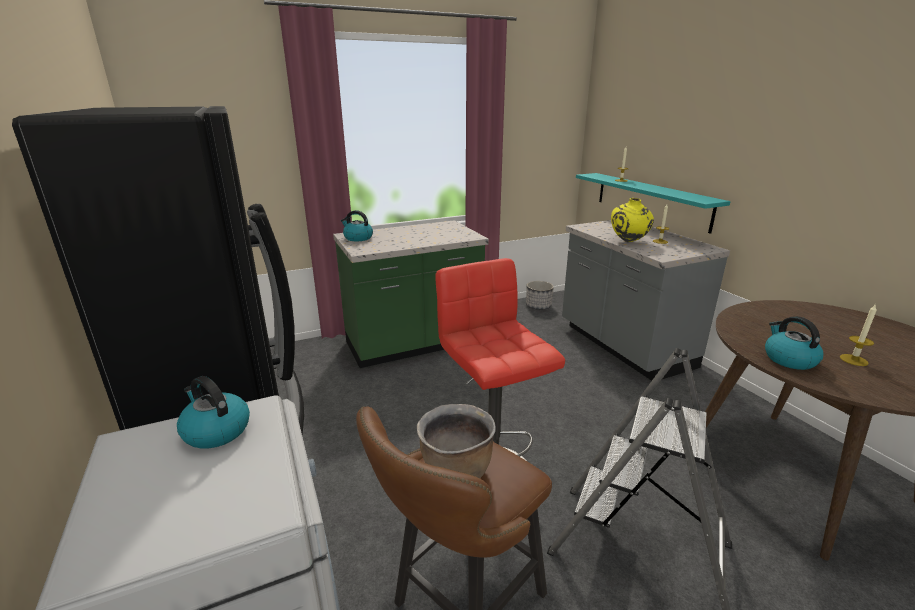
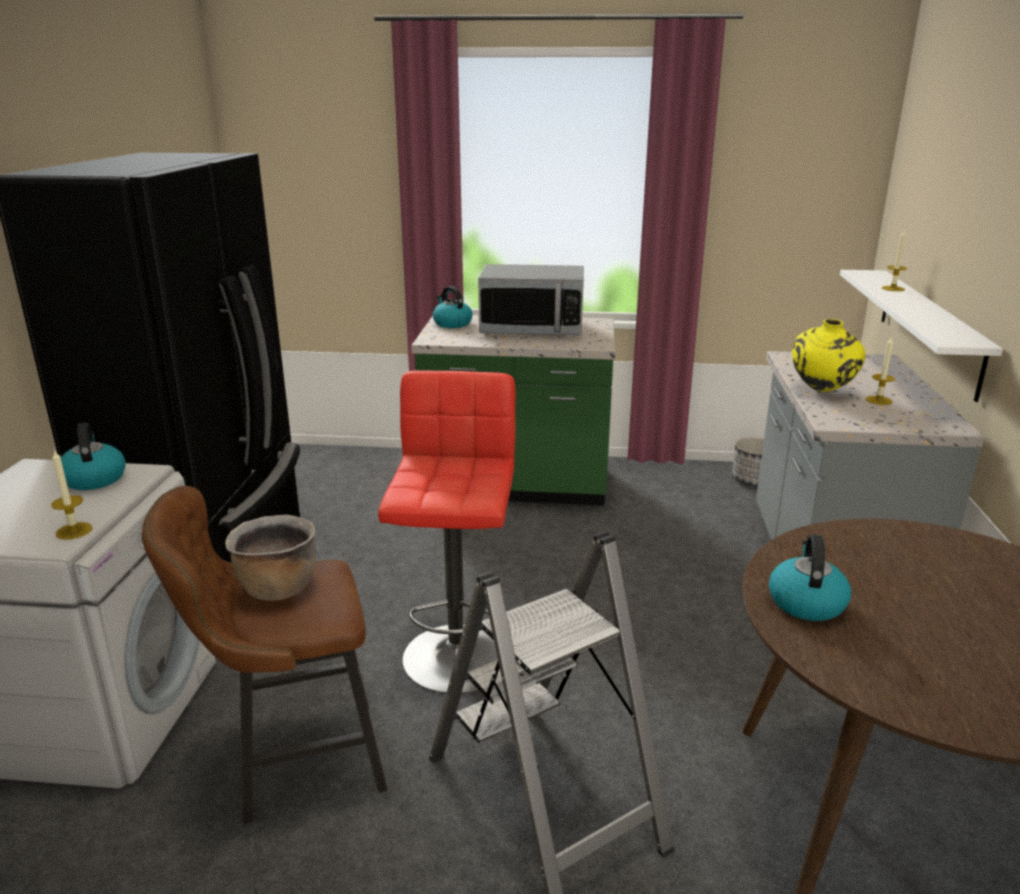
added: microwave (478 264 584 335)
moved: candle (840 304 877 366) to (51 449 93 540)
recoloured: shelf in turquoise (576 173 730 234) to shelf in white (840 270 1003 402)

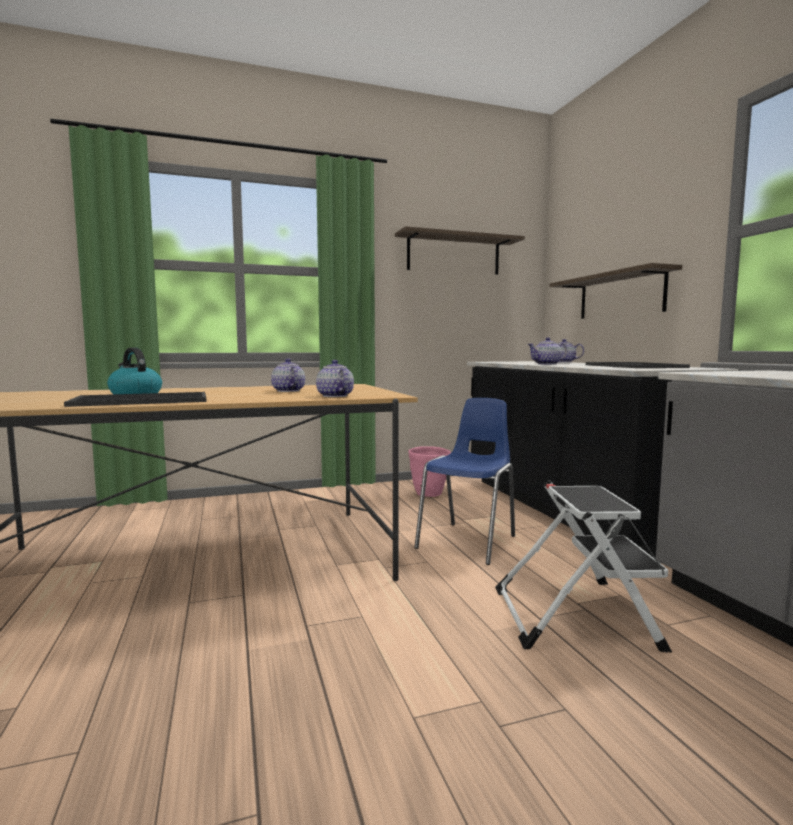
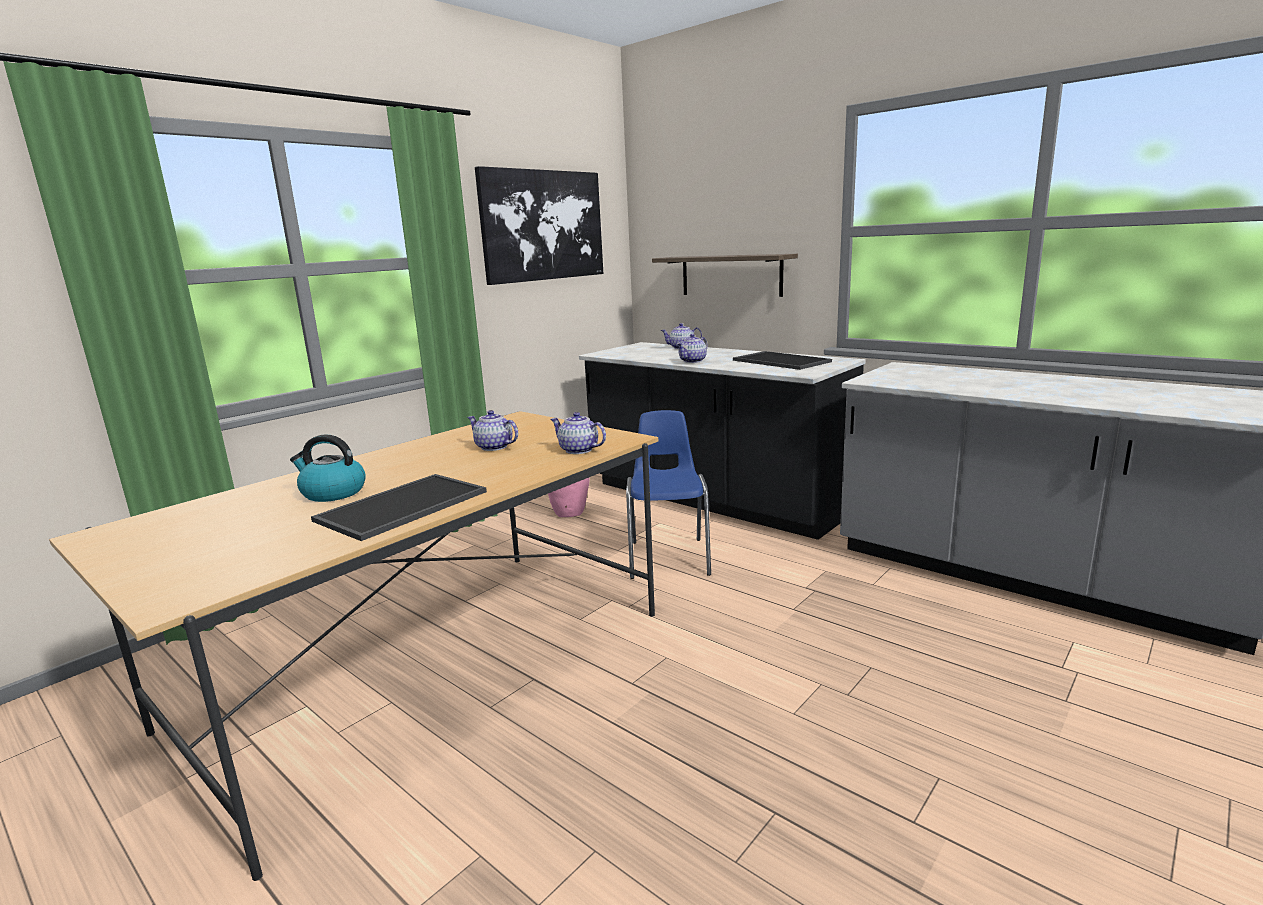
removed: step ladder (495 480 672 653)
replaced: shelf (395 226 525 274) to picture (475 166 603 285)

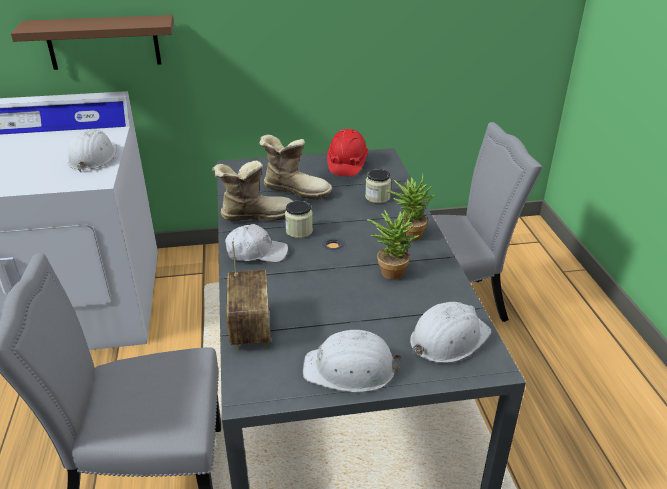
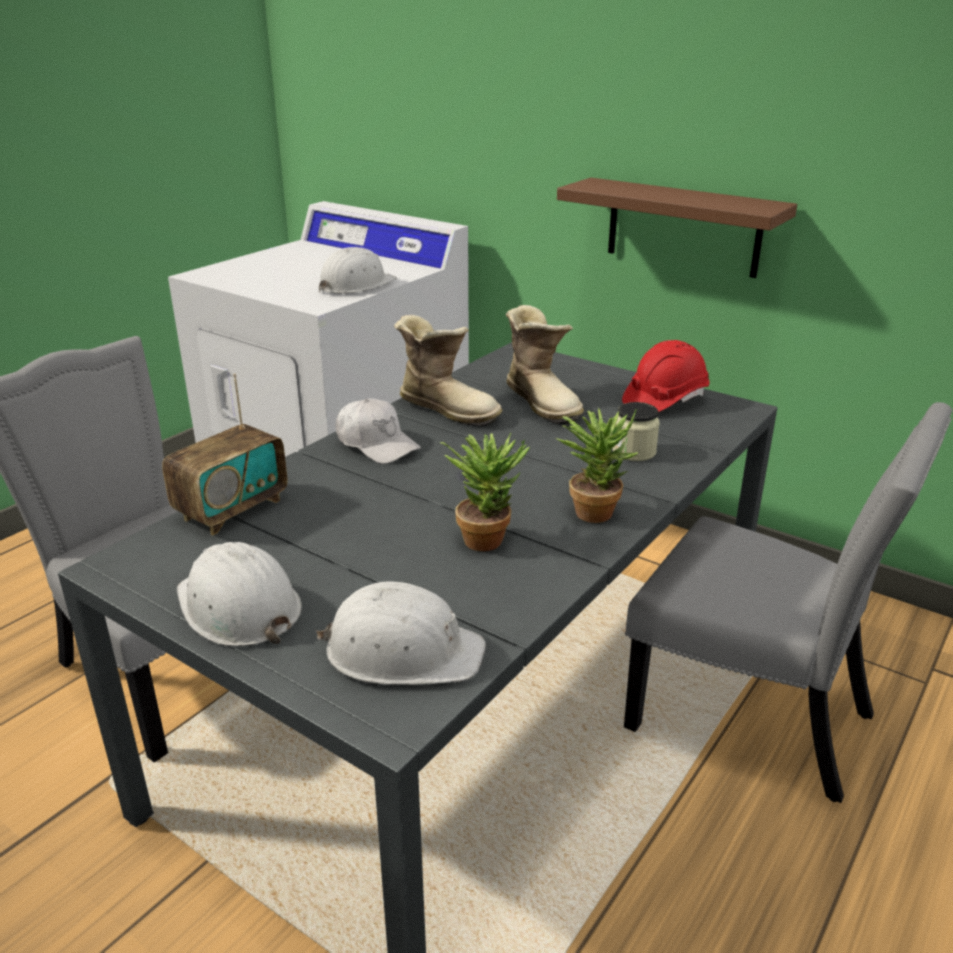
removed: jar (285 201 313 238)
moved: shelf in brown (11 15 174 70) to (557 178 797 278)

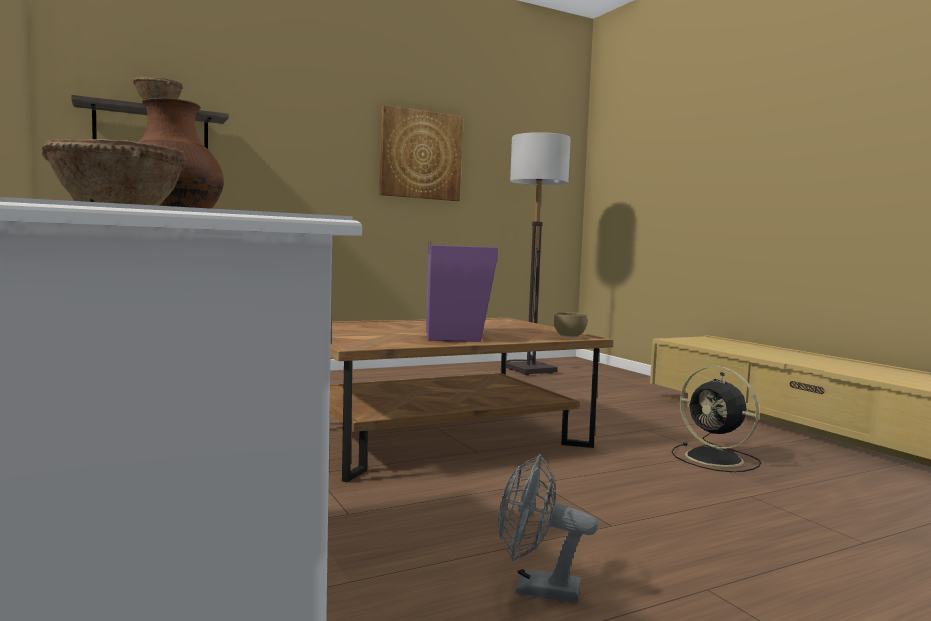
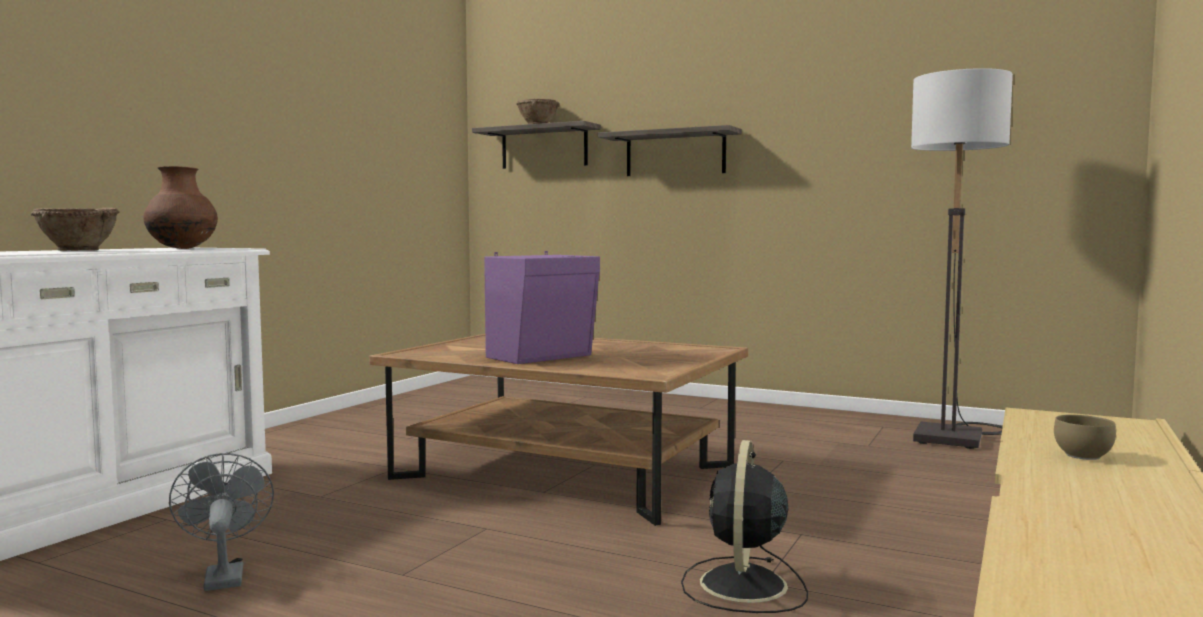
removed: picture (379 105 463 201)
added: shelf (598 125 742 176)
moved: bowl in brown (554 312 587 337) to (1054 415 1116 460)

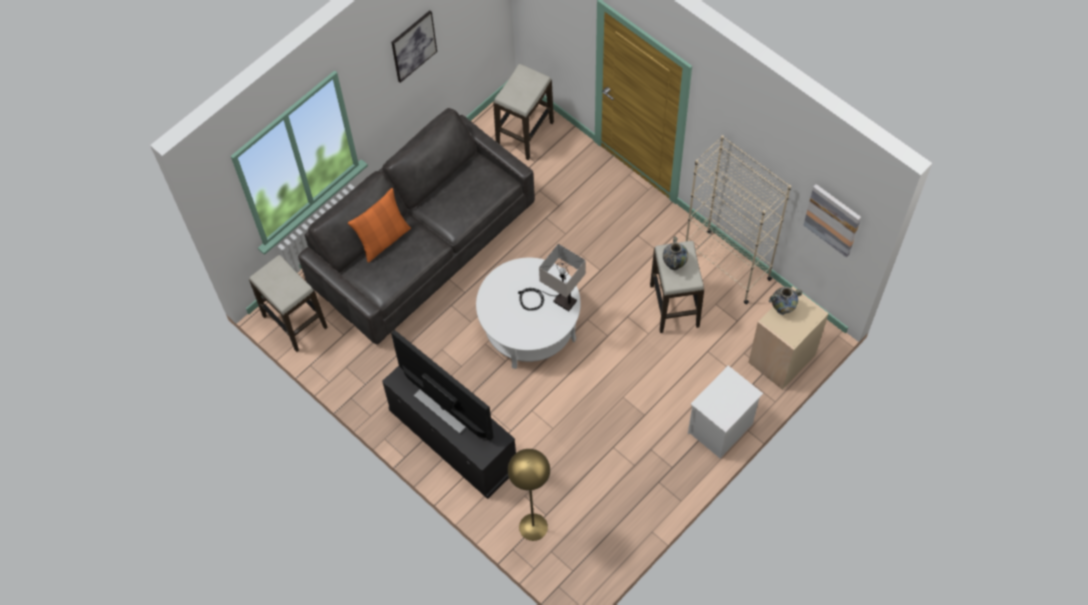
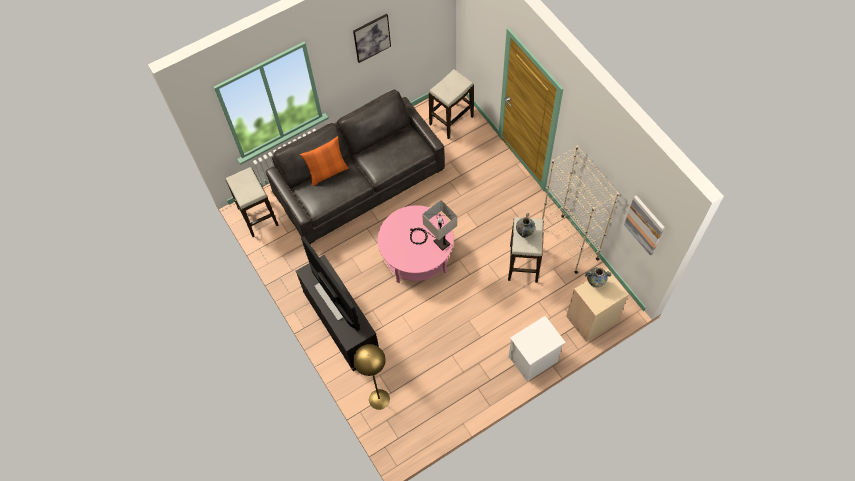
recoloured: coffee table in white (476 258 581 369) to coffee table in pink (378 205 454 283)

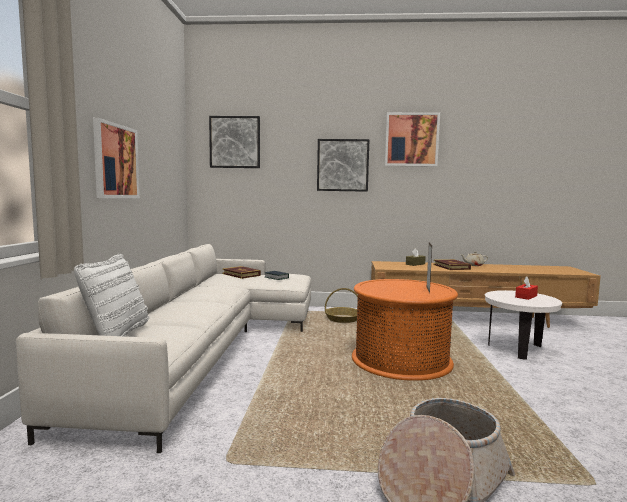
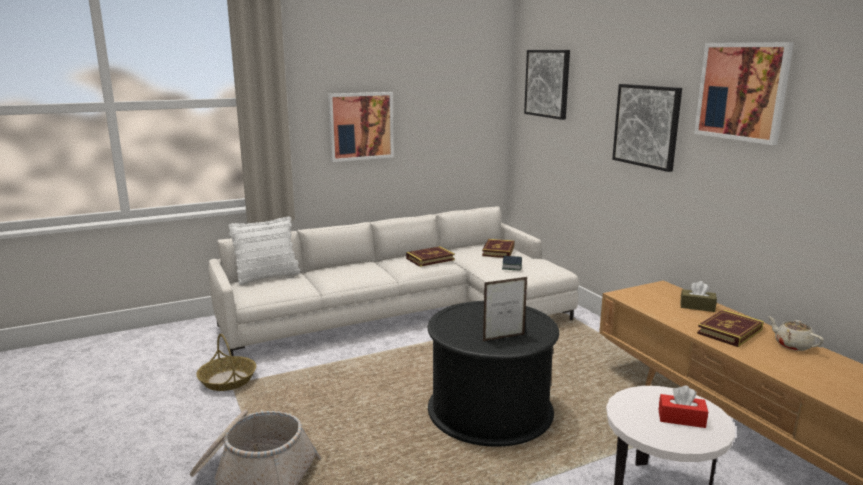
added: book (406 246 455 267)
moved: basket (325 288 358 323) to (196 334 256 391)
recoloured: coffee table in orange (352 279 458 381) to coffee table in black (428 301 559 447)

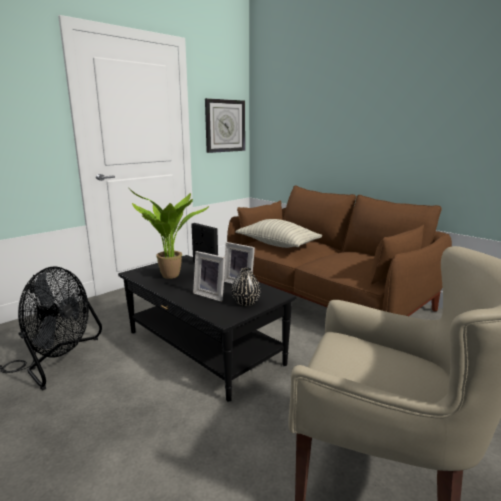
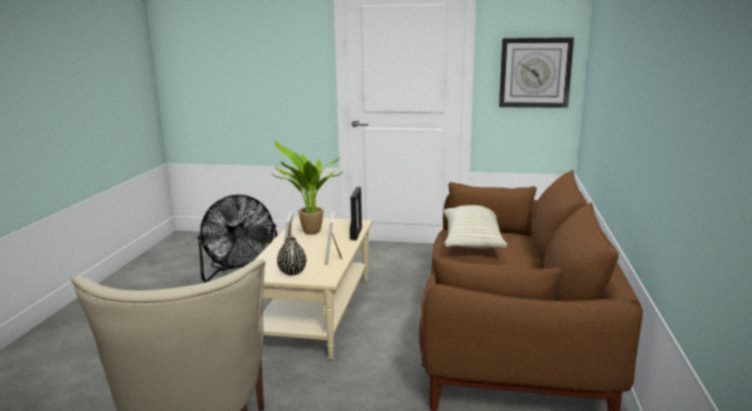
recoloured: coffee table in black (118 255 297 402) to coffee table in beige (255 217 373 360)

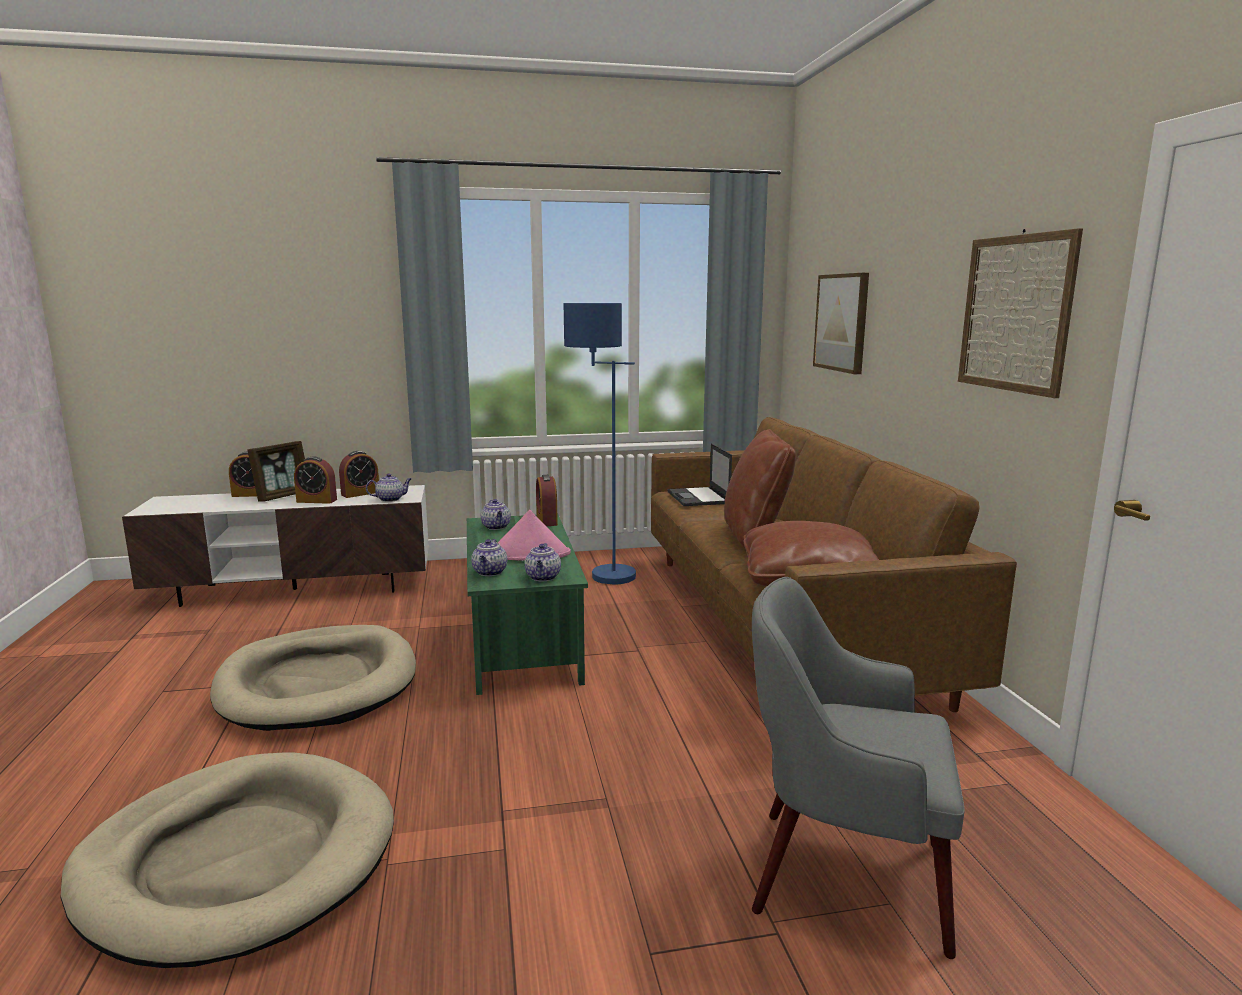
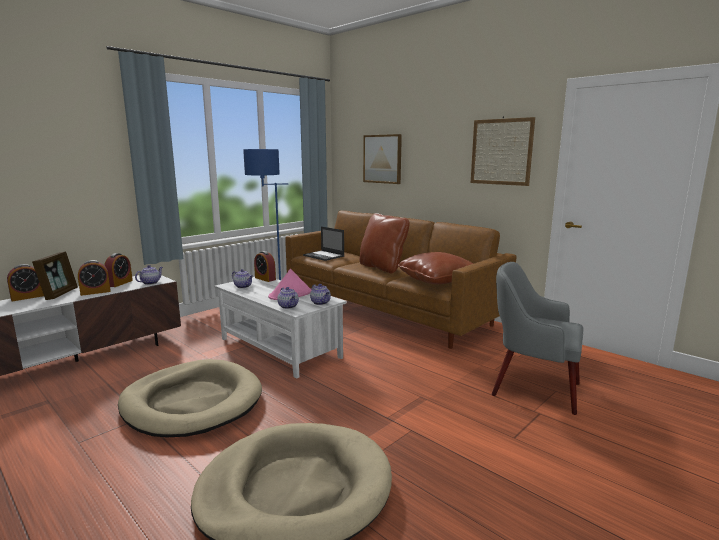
recoloured: coffee table in green (467 514 588 695) to coffee table in white (215 277 347 379)
turned: armchair in grey (752 577 965 959) = (492 262 584 415) 45 degrees clockwise

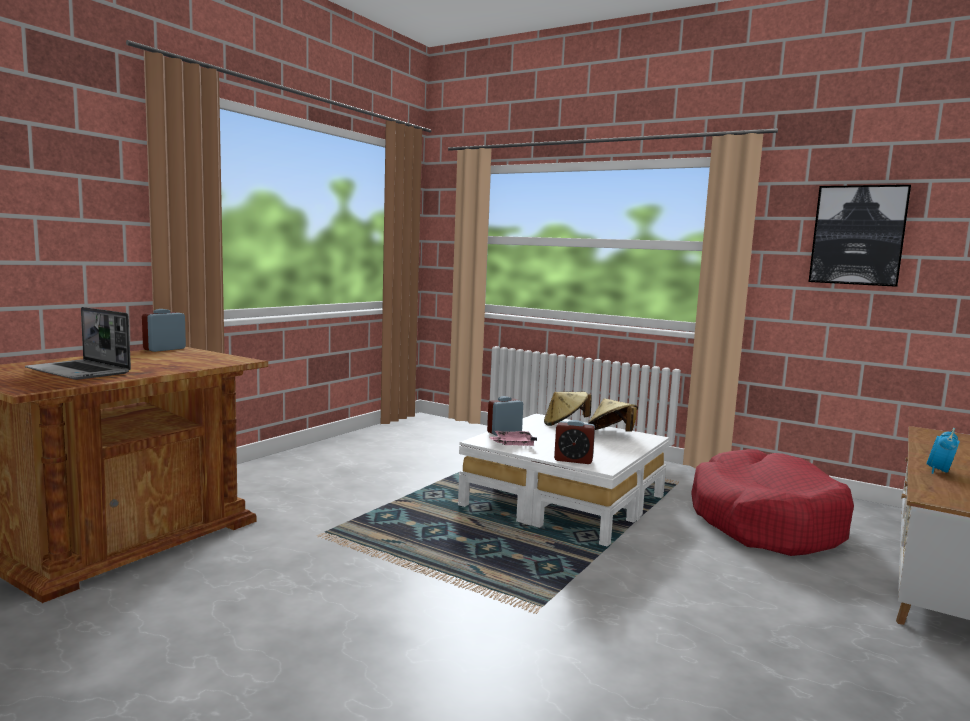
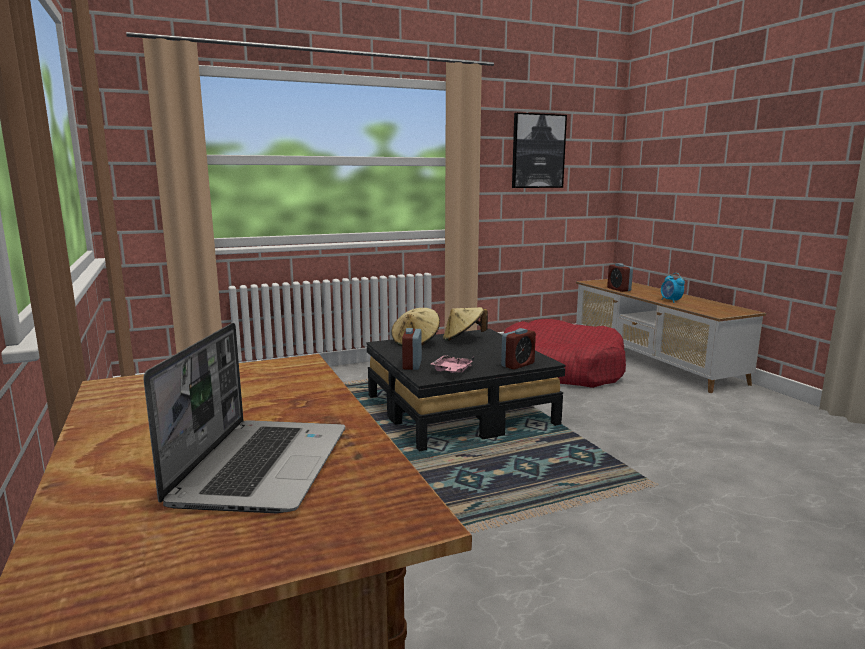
moved: alarm clock (142 309 186 352) to (607 263 633 292)
recoloured: coffee table in white (458 414 669 547) to coffee table in black (367 329 566 451)
turned: laptop (25 307 131 380) = (144 323 345 513) 60 degrees counterclockwise

